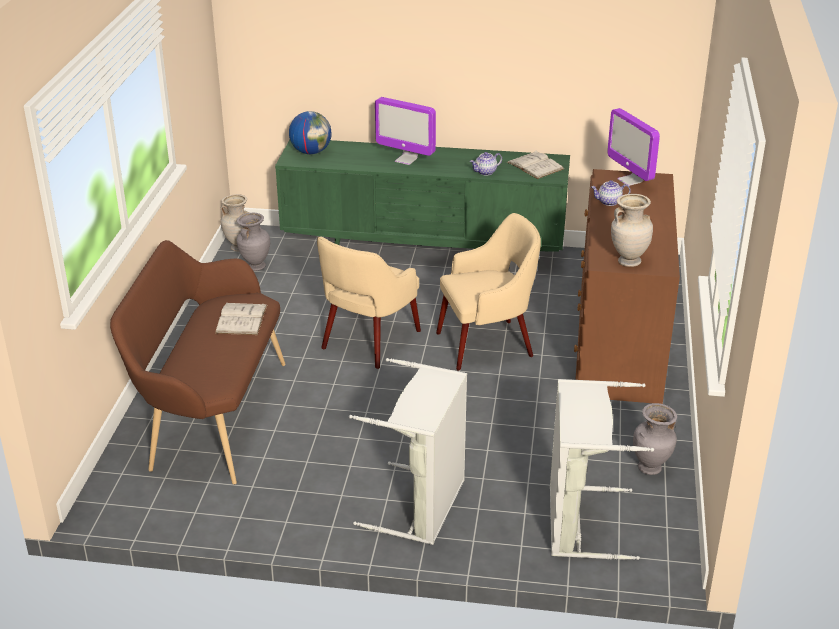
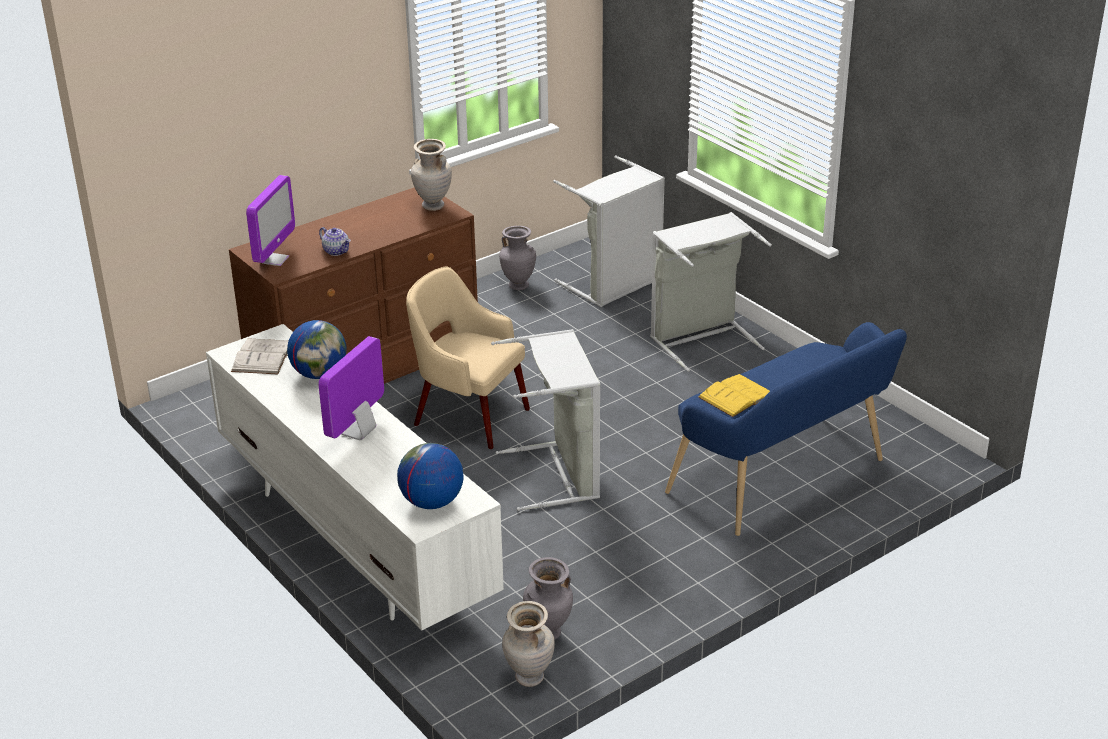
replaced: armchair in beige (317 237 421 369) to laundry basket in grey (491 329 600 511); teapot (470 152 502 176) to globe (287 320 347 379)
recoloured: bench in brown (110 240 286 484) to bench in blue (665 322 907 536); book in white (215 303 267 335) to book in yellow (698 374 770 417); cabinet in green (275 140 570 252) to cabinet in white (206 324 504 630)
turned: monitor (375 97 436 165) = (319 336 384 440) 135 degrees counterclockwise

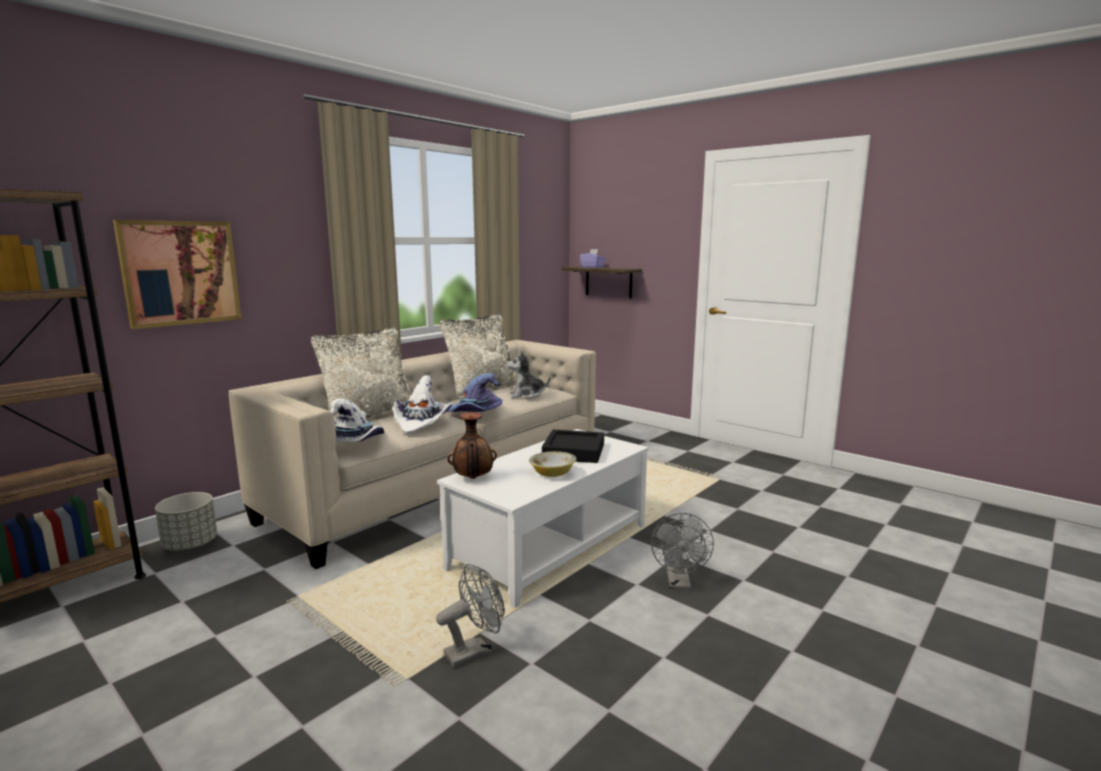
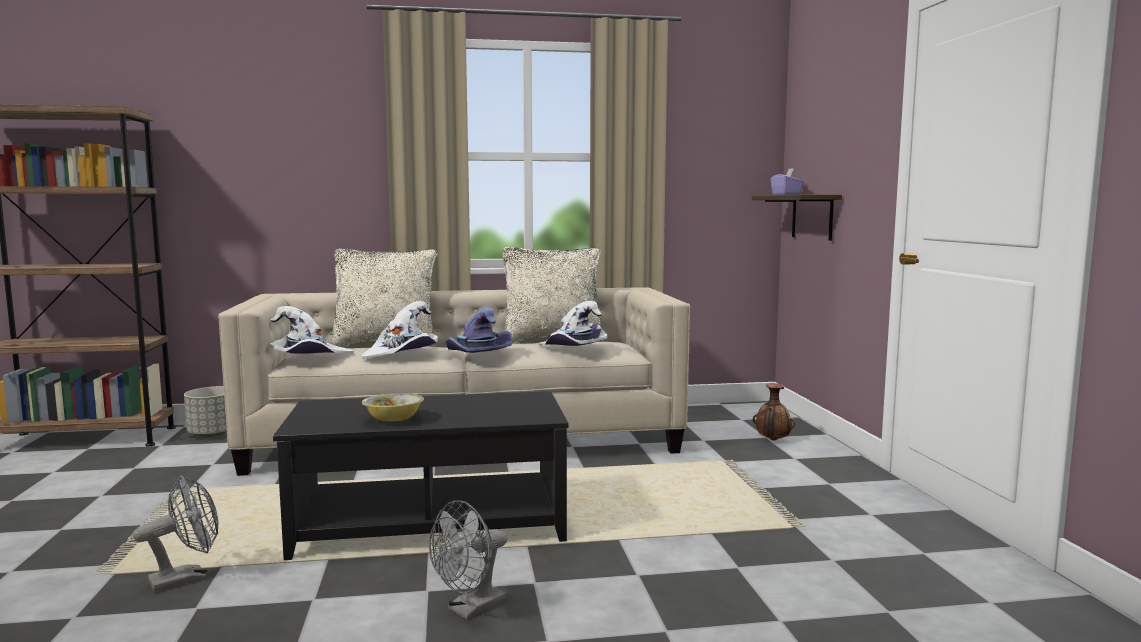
removed: picture (113 220 242 329); tray in black (542 429 604 463)
moved: vase (447 412 497 479) to (753 383 795 441)
replaced: plush toy (506 351 550 398) to hat in white (538 301 608 346)
recoloured: coffee table in white (437 429 648 608) to coffee table in black (273 391 569 560)
turned: fan in grey (436 564 505 668) = (133 476 219 592) 45 degrees counterclockwise

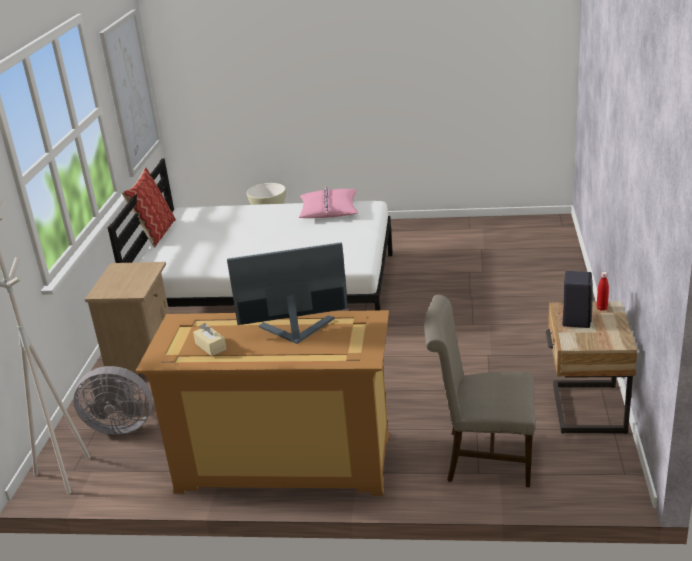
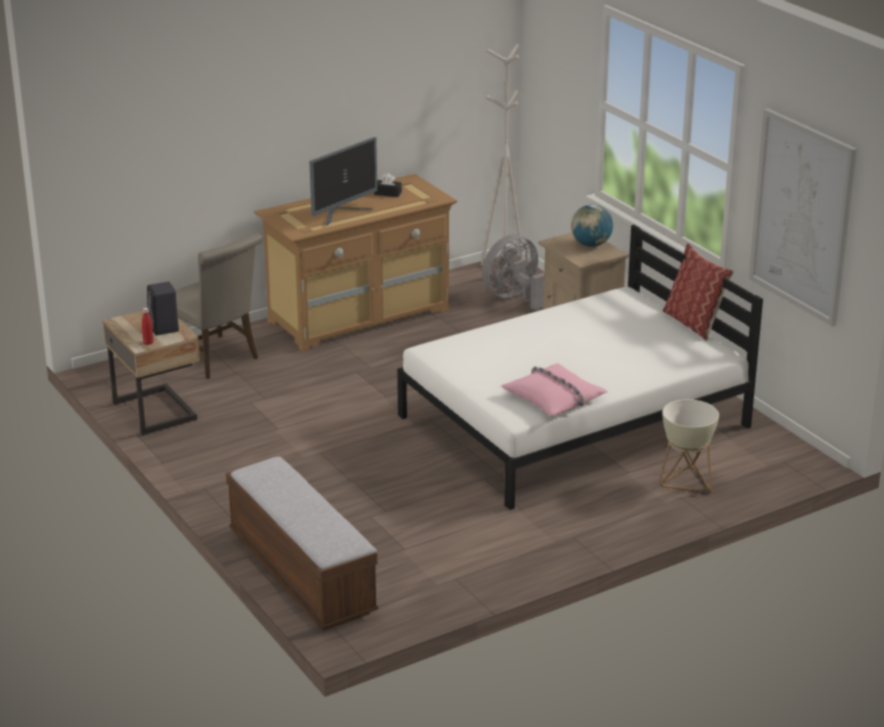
added: bench (226 457 378 631); globe (571 204 613 247)
recoloured: tissue box in beige (193 323 226 356) to tissue box in black (374 173 402 197)
turned: chair in beige (424 295 536 487) = (175 233 263 379) 75 degrees clockwise

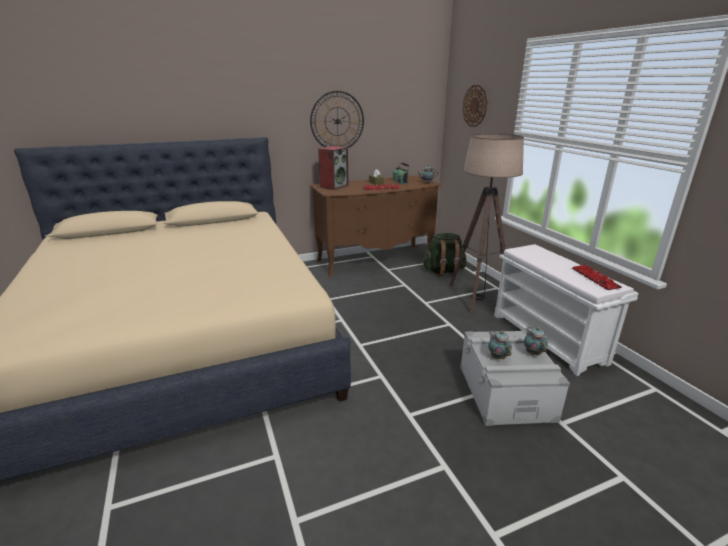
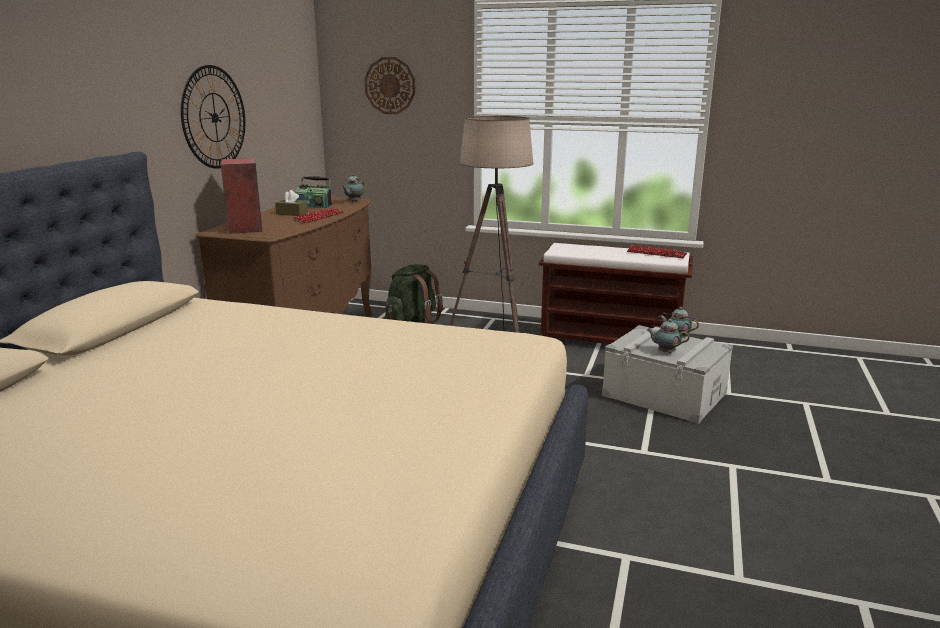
recoloured: bench in white (494 244 638 376) to bench in brown (539 243 693 344)

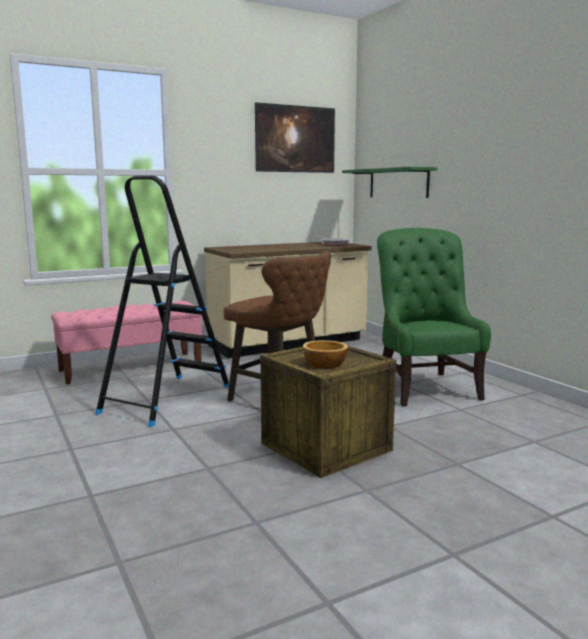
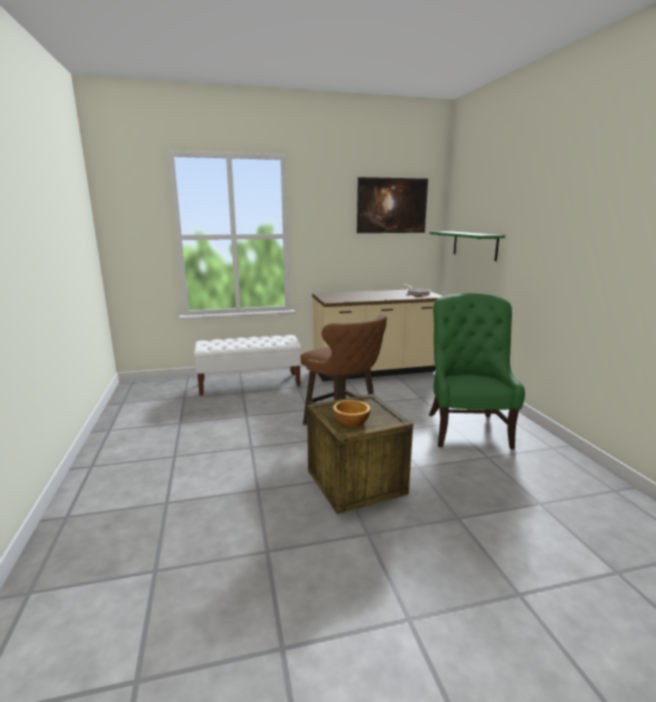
removed: step ladder in black (95 175 229 427)
recoloured: bench in pink (51 301 202 385) to bench in white (194 335 302 395)

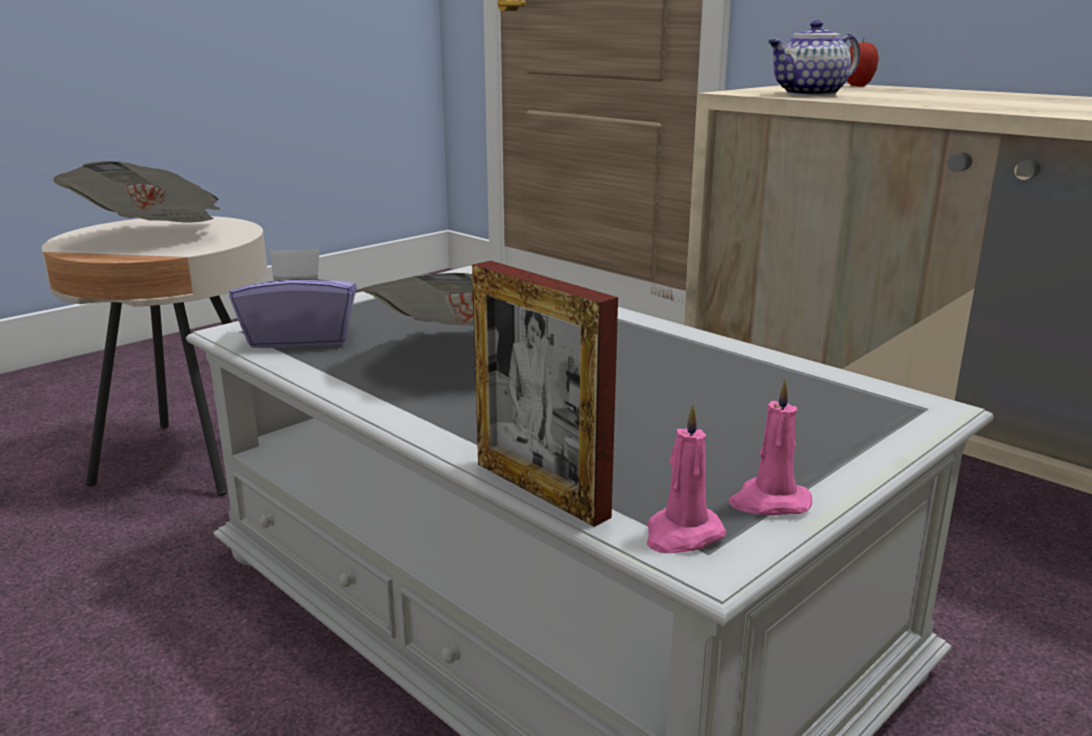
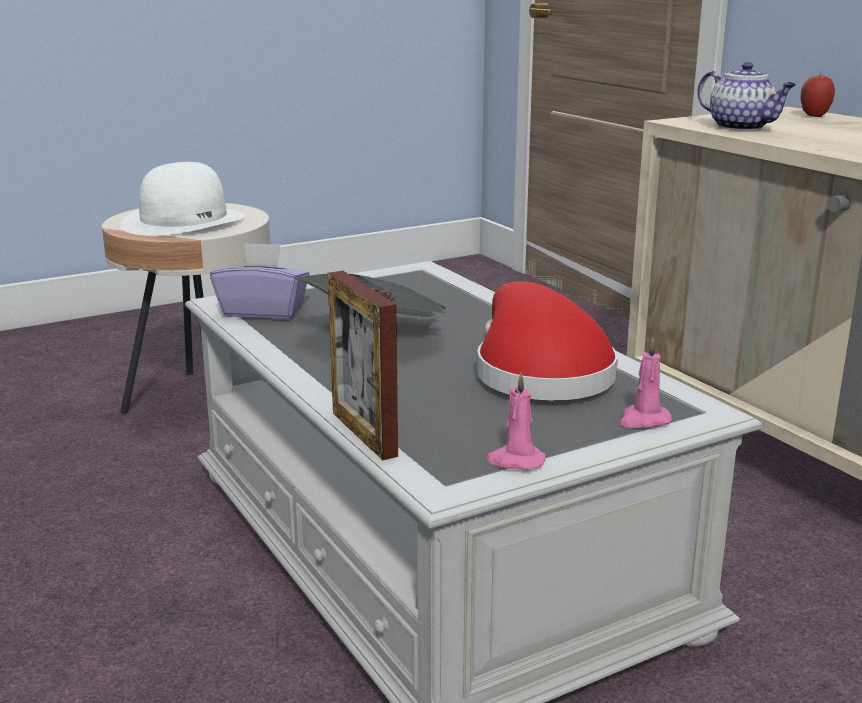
added: hat in red (477 281 618 400)
moved: candle in pink (647 404 726 553) to (619 337 672 428)
replaced: newspaper (53 161 220 223) to hat in white (120 162 246 236)
turned: teapot (768 20 860 96) = (697 62 796 131) 120 degrees counterclockwise

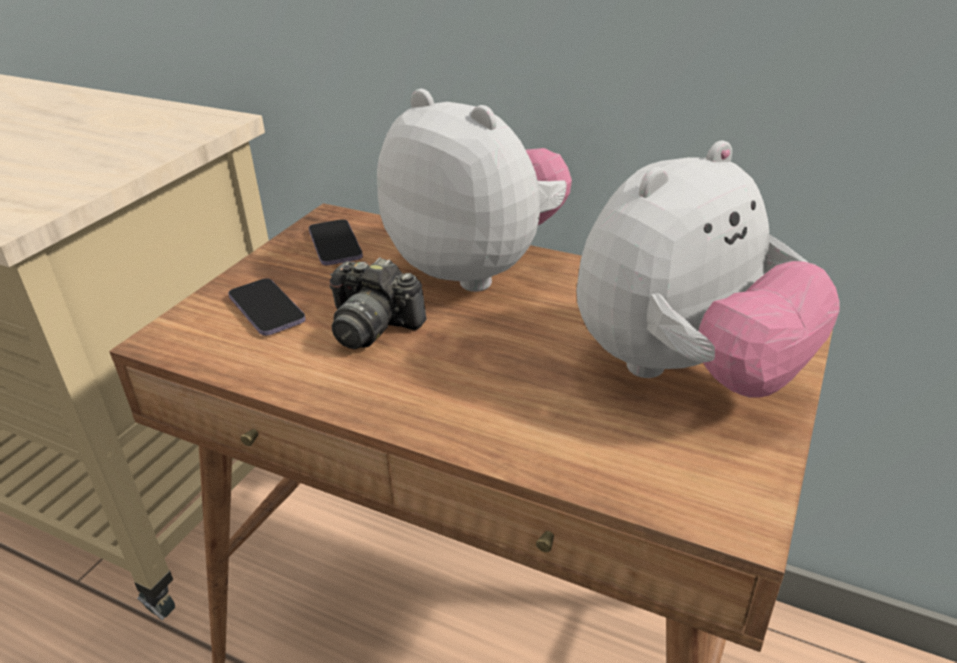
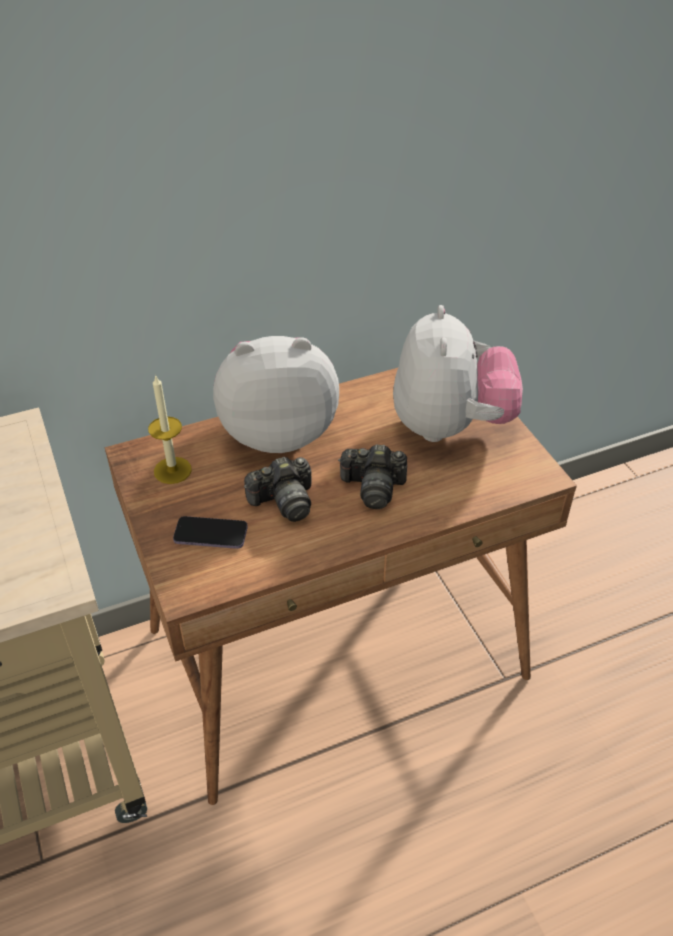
added: photo camera (338 444 407 509)
replaced: phone (309 219 363 266) to candle (148 374 192 484)

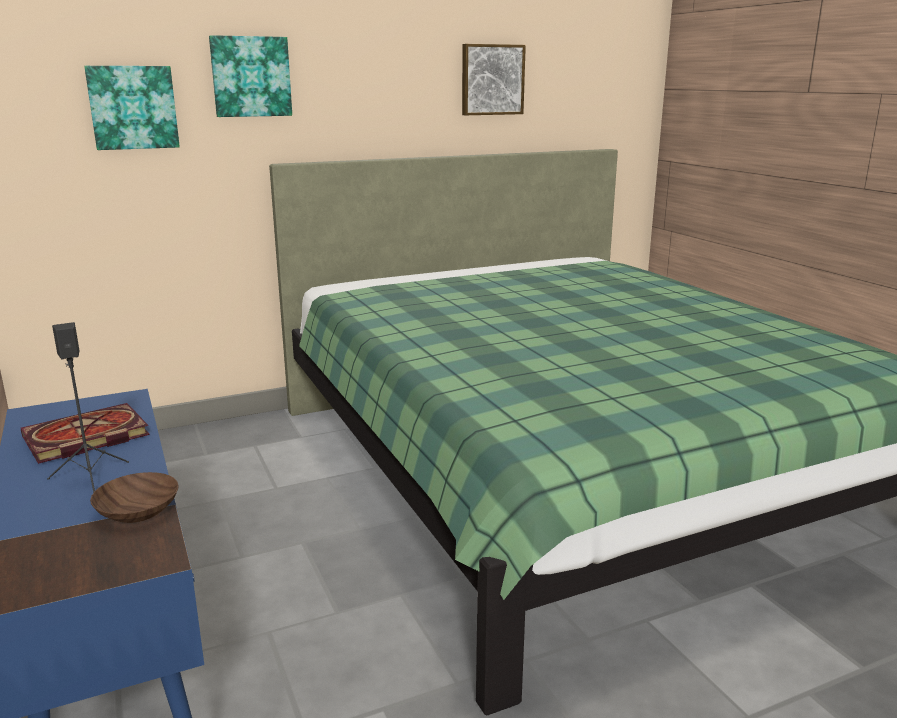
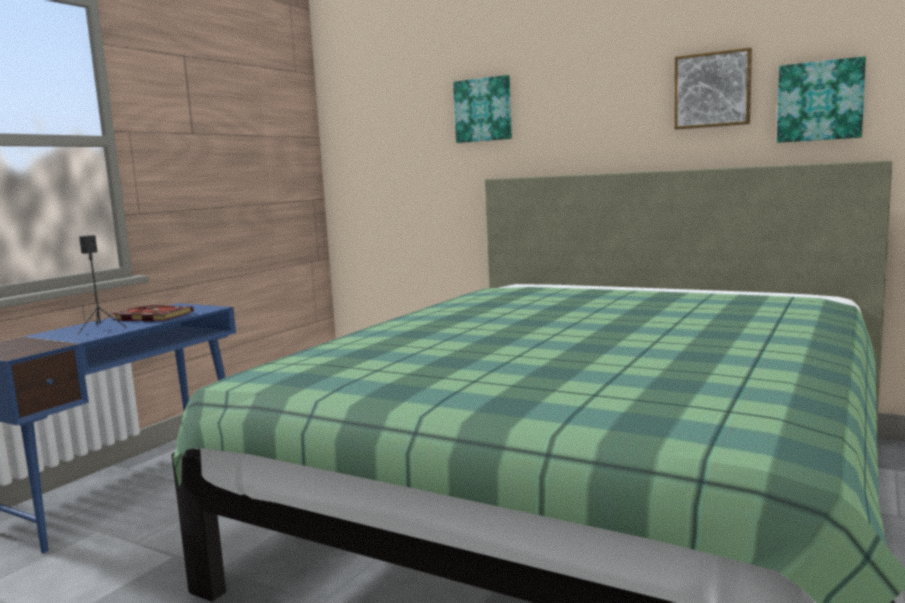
removed: bowl in brown (90 472 179 523)
moved: picture (84 66 180 150) to (777 56 866 143)

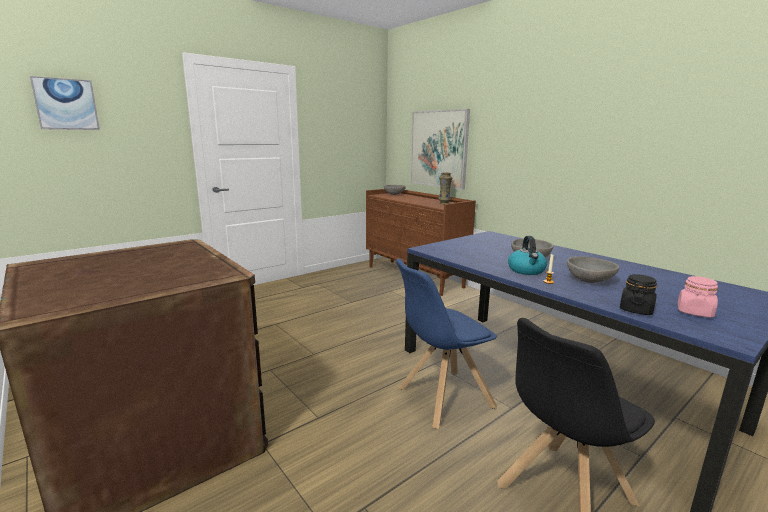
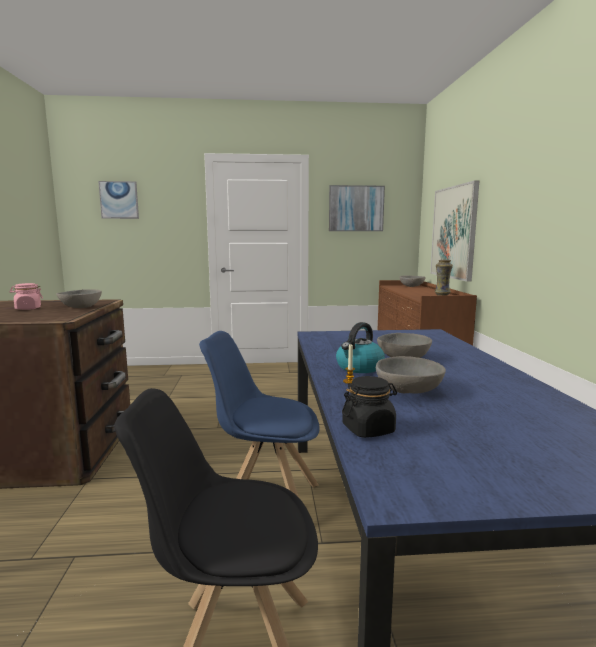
added: bowl in grey (56 290 102 308); picture (329 185 385 231)
moved: jar in pink (678 276 718 318) to (9 283 43 310)

